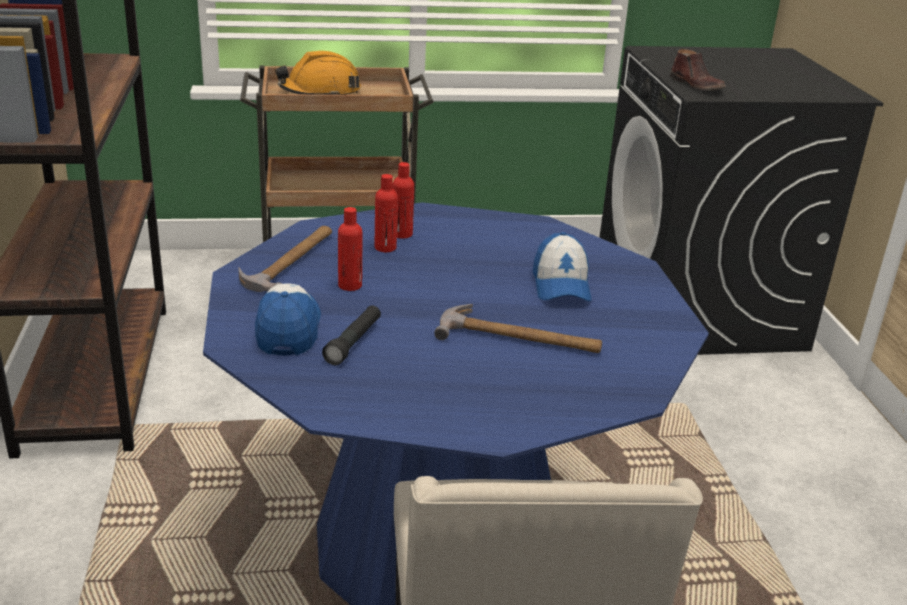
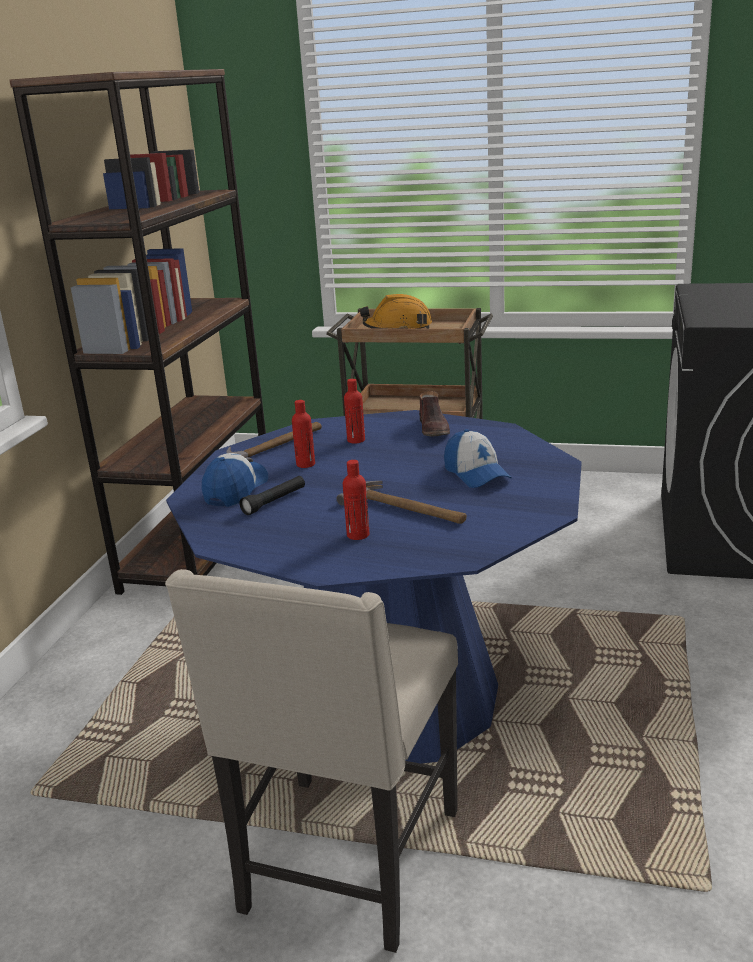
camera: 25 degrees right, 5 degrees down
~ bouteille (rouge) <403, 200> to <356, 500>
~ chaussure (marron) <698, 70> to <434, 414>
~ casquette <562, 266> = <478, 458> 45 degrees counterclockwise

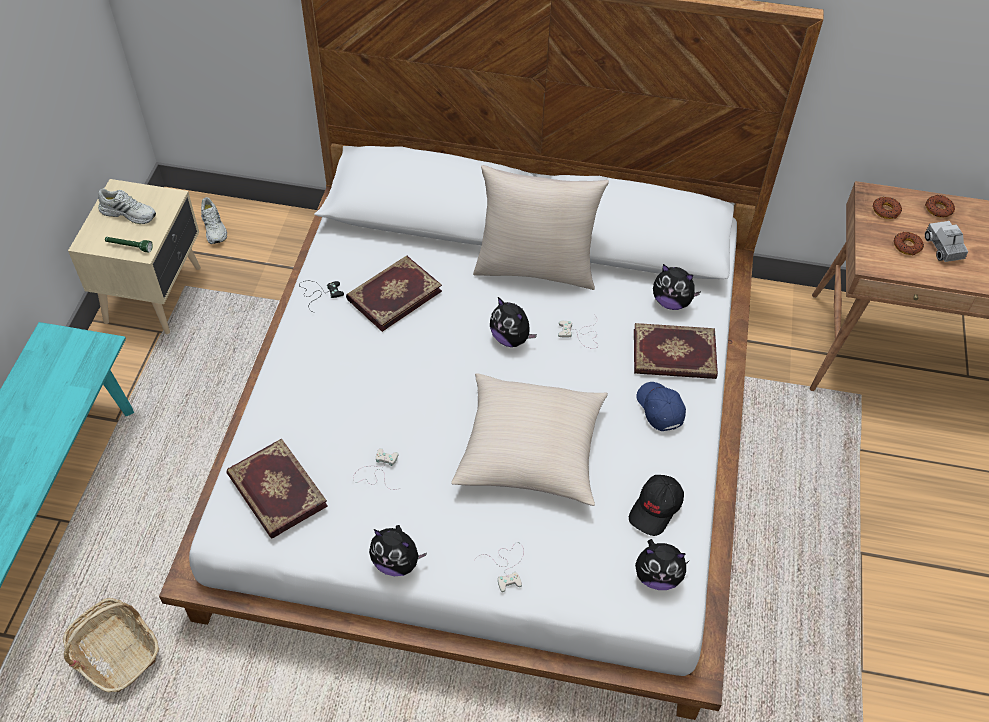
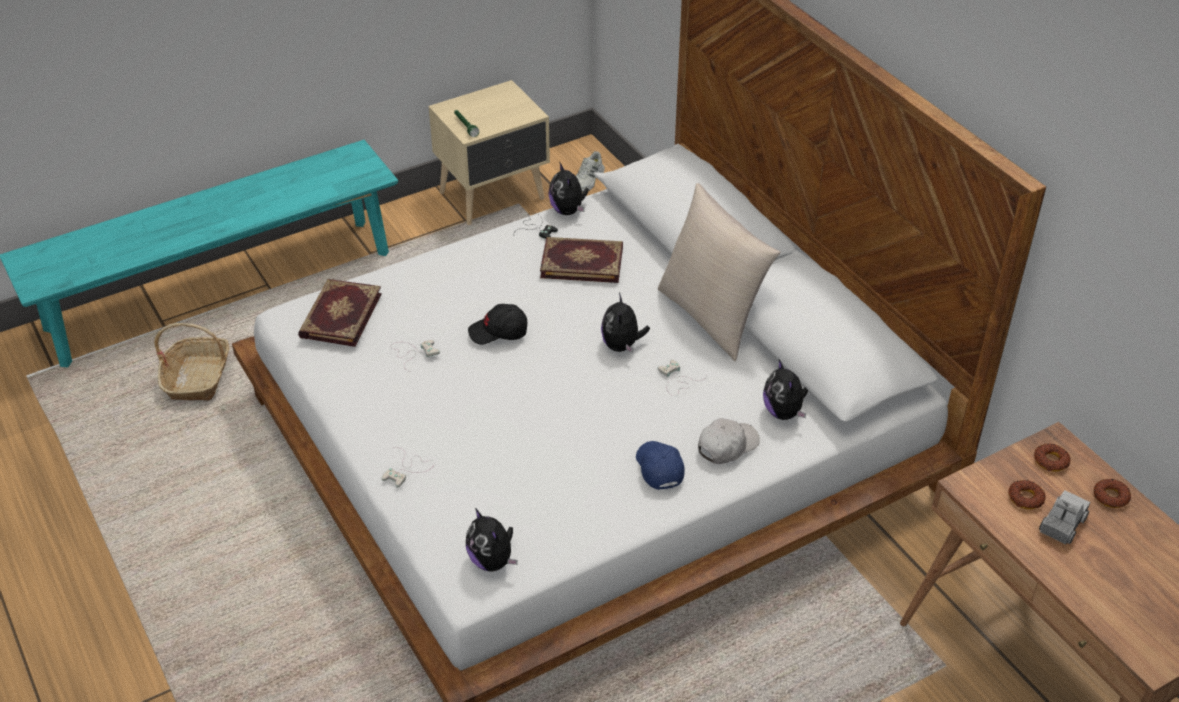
camera: 50 degrees right, 10 degrees down
~ casquette (noir) <656, 505> to <497, 324>
~ peluche <398, 550> to <569, 189>
~ casquette (bleu) <661, 406> = <660, 465> 45 degrees counterclockwise
~ livre <676, 351> to casquette (blanc) <729, 441>
- chaussure (blanc) <127, 206>
- coussin (beige) <529, 439>

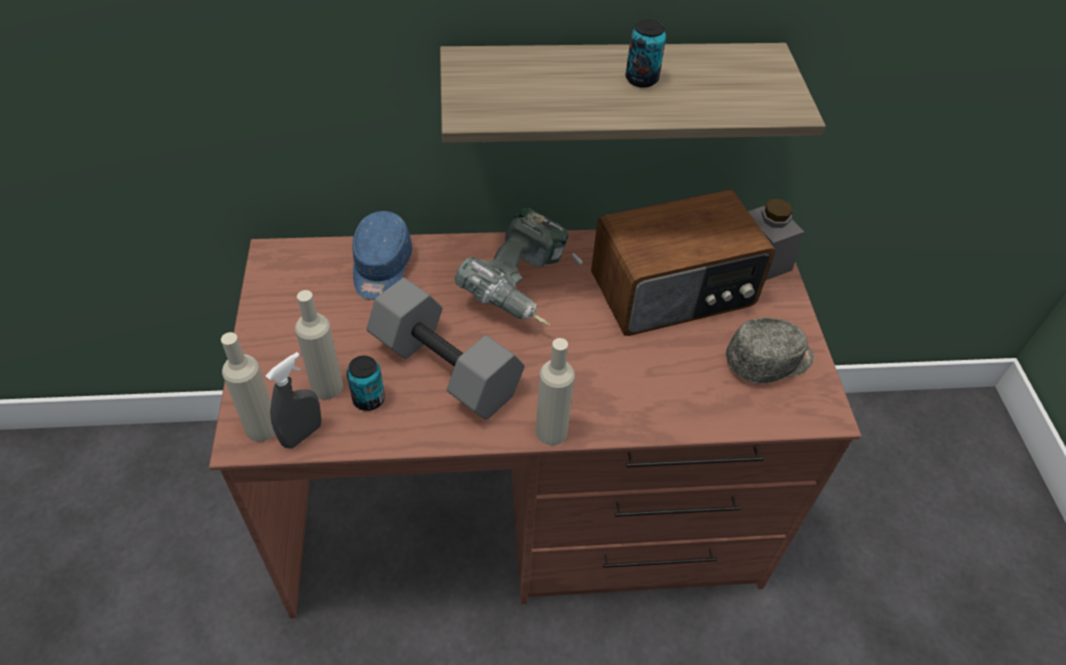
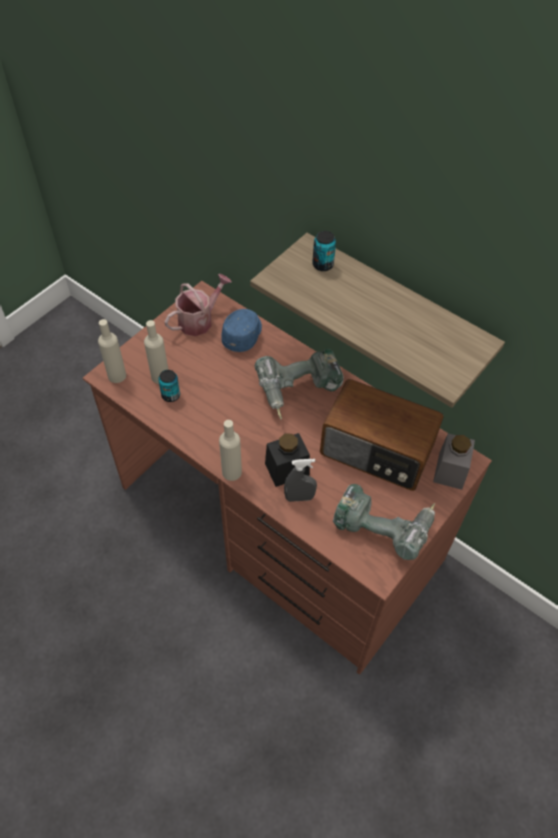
camera: 45 degrees right, 5 degrees up
+ arrosoir <198, 305>
~ casquette (bleu) <382, 255> = <241, 330> 150 degrees clockwise
+ bocal (noir) <287, 460>
~ vaporisateur (gris) <294, 400> to <300, 480>
~ boîte métallique <645, 53> to <324, 251>
~ casquette (gris) <770, 351> to perceuse <384, 522>
- haltère (gris) <446, 349>

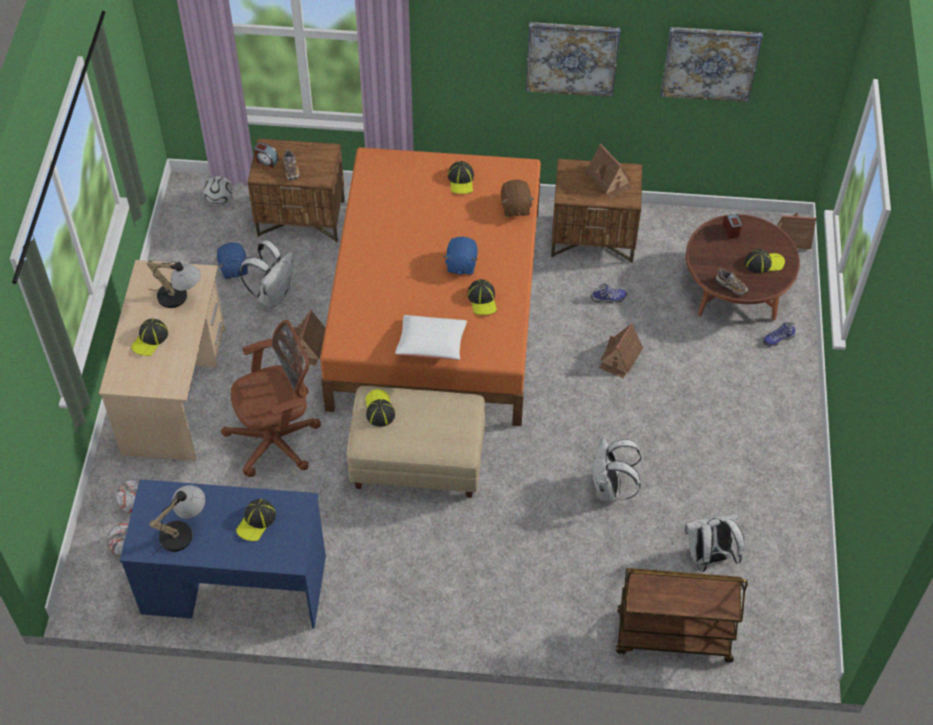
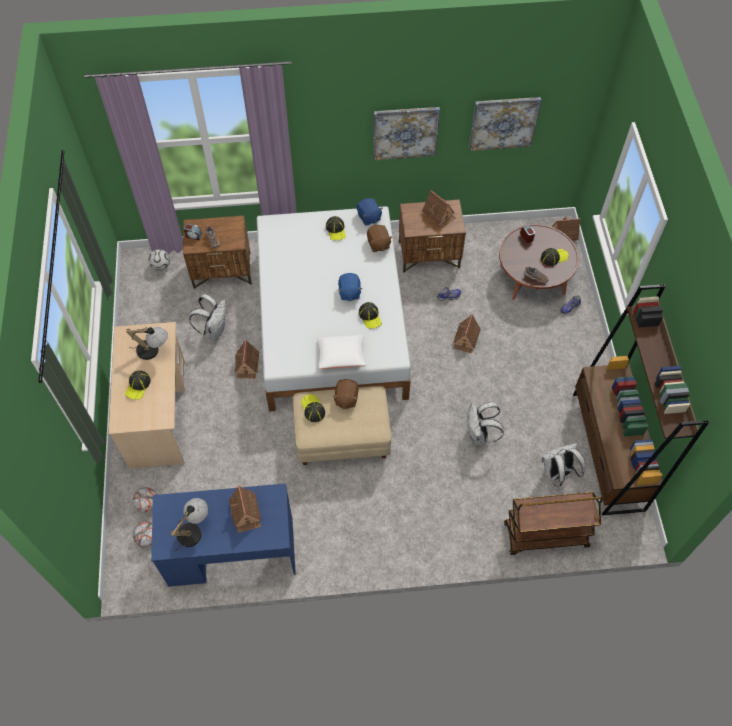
camera: 10 degrees left, 5 degrees up
~ casquette <256, 520> to maison miniature <245, 509>
~ lit (orange) <430, 286> to lit (blanc) <334, 309>
+ peluche (marron) <345, 394>
~ peluche (bleu) <232, 260> to <370, 212>
+ bibliothèque (marron) <641, 400>
- chaise de bureau (marron) <271, 398>

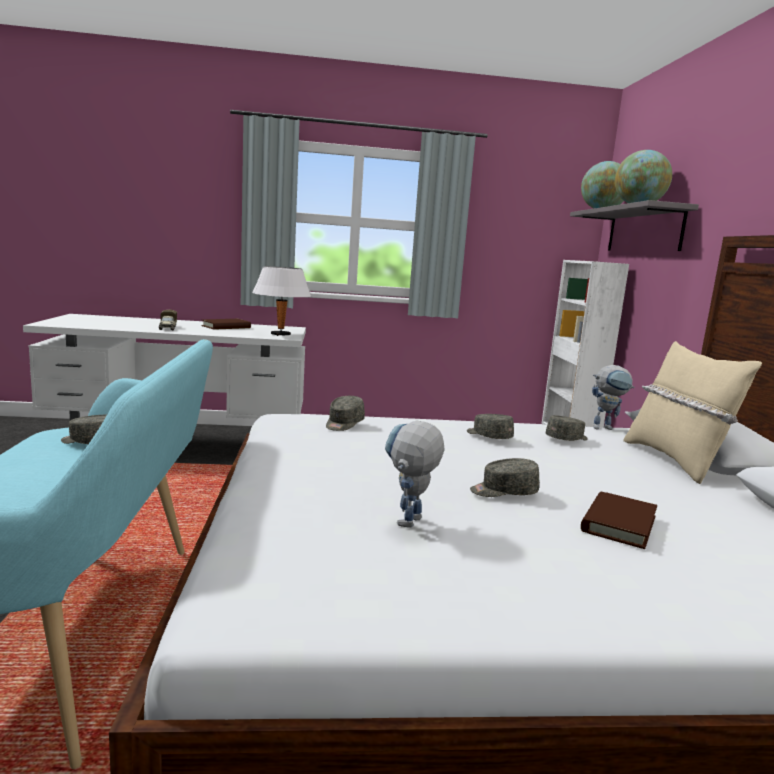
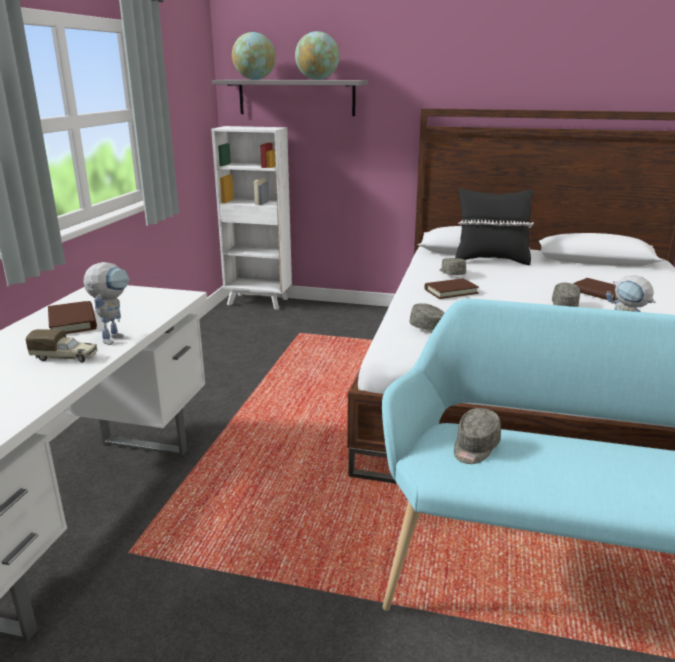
camera: 70 degrees left, 10 degrees up
~ robot jouet <613, 397> to <107, 303>
~ casquette (gris) <490, 426> to livre (marron) <451, 288>
~ coussin (beige) <692, 412> to coussin (noir) <494, 226>
- lampe de table (blanc) <281, 301>

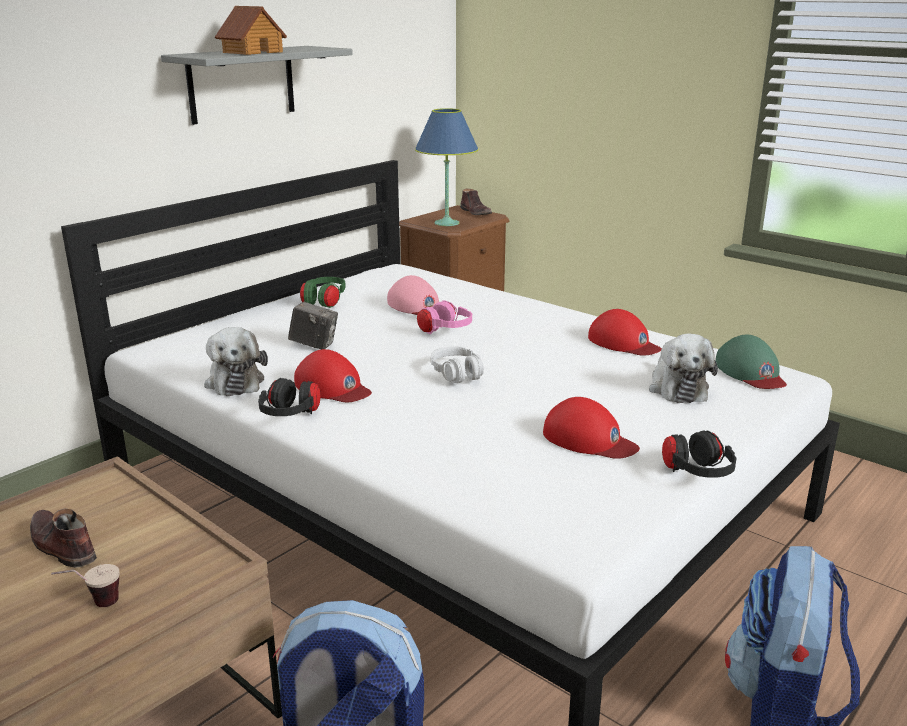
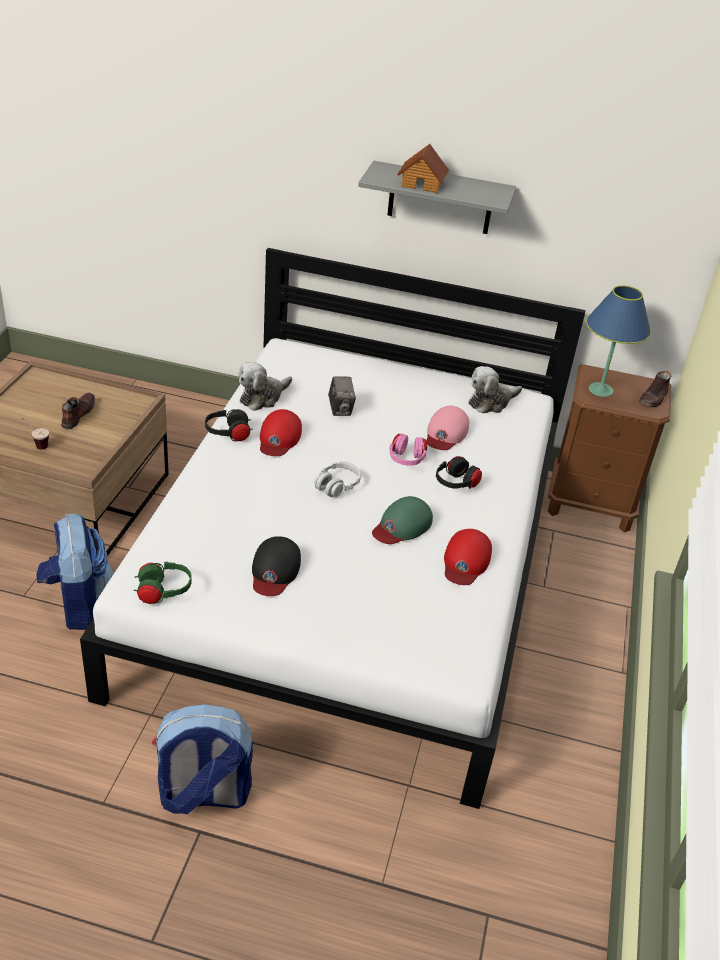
camera: 60 degrees right, 15 degrees up
~ casque audio (vert) <323, 292> to <163, 583>
~ casquette (rouge) <591, 428> to casquette (noir) <276, 566>
~ casquette (vert) <751, 361> to <402, 520>
~ casque audio (noir) <699, 454> to <459, 472>
~ peluche <683, 368> to <495, 389>

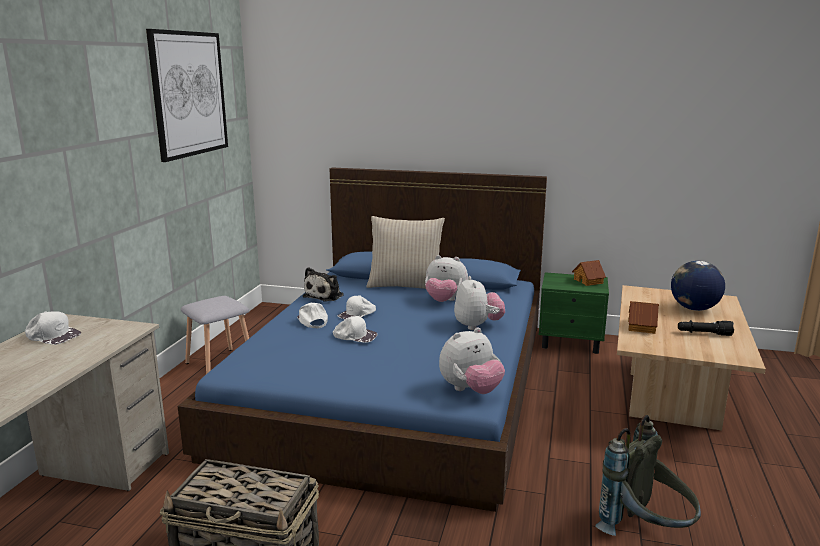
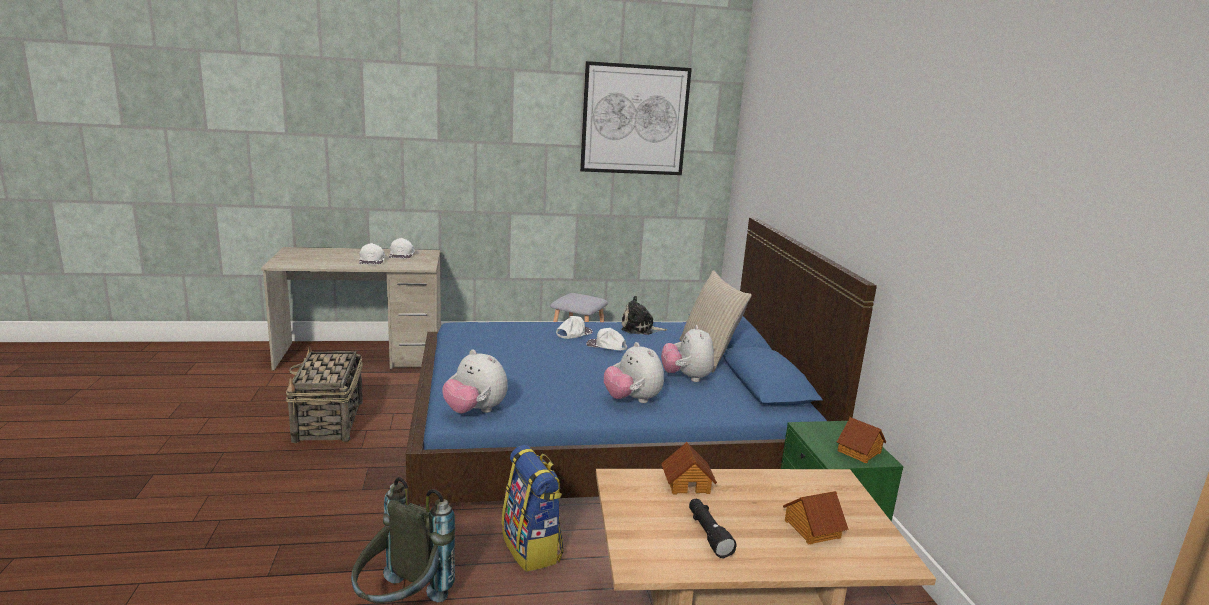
camera: 65 degrees right, 0 degrees up
~ casquette (blanc) <355, 329> to <372, 254>
+ sac à dos <533, 508>
~ peluche <479, 303> = <634, 372> 90 degrees clockwise
~ globe <698, 286> to maison miniature <816, 518>

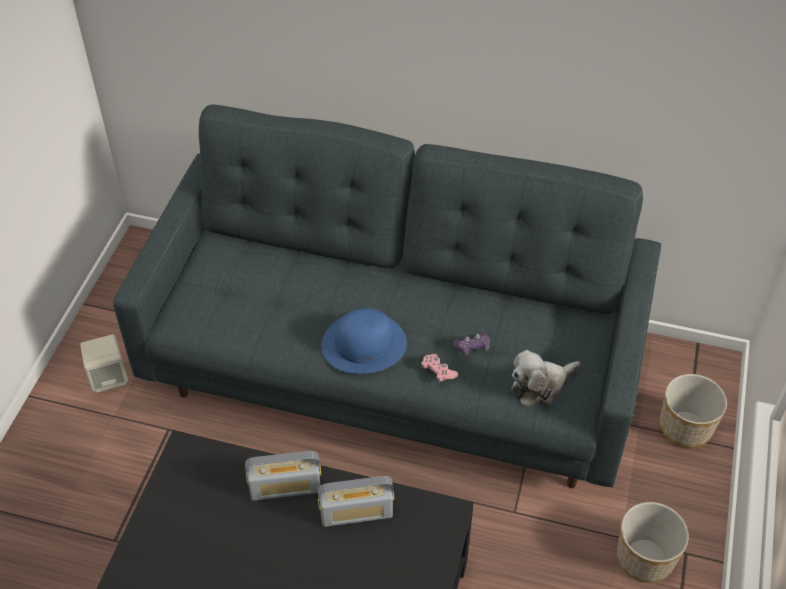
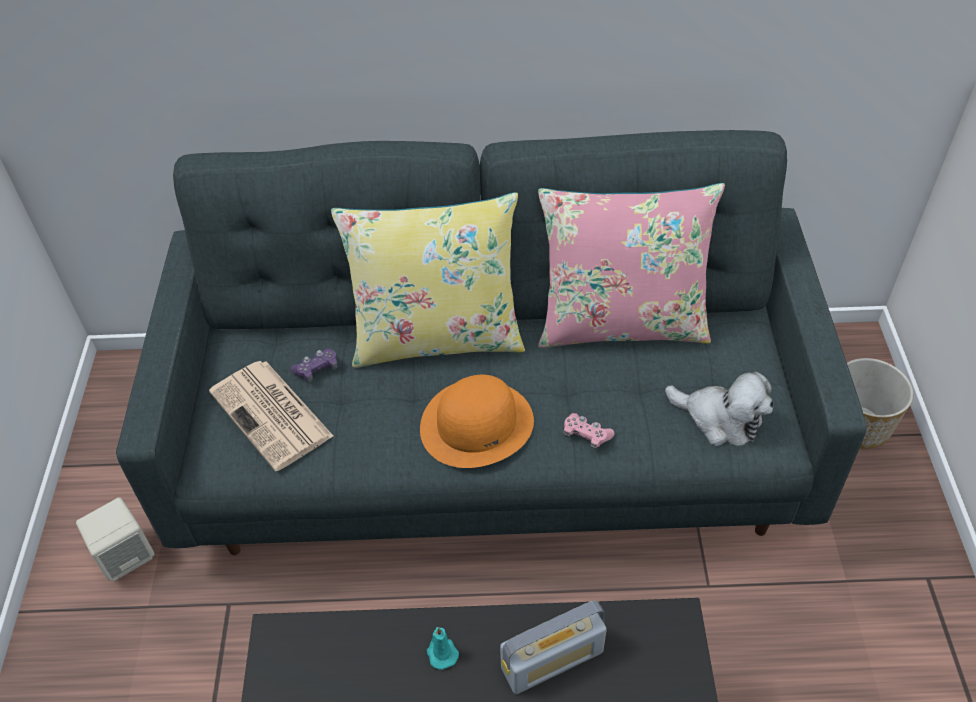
camera: 15 degrees left, 0 degrees up
+ journal <271, 416>
~ manette (violet) <471, 344> to <314, 365>
+ coussin (jaune) <428, 280>
~ chapeau (bleu) <364, 341> to chapeau (orange) <477, 421>
~ radio <283, 476> to bougie (turquoise) <443, 648>
+ coussin (rose) <631, 265>
~ peluche <545, 378> = <719, 409> 105 degrees counterclockwise
- cache-pot <653, 542>

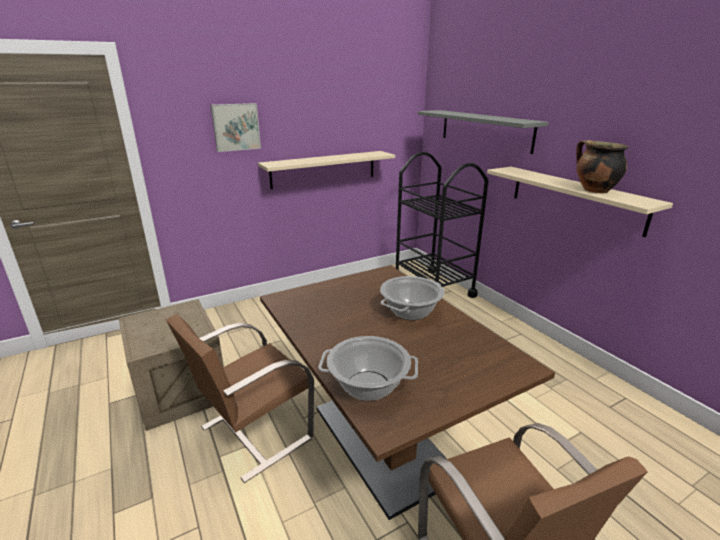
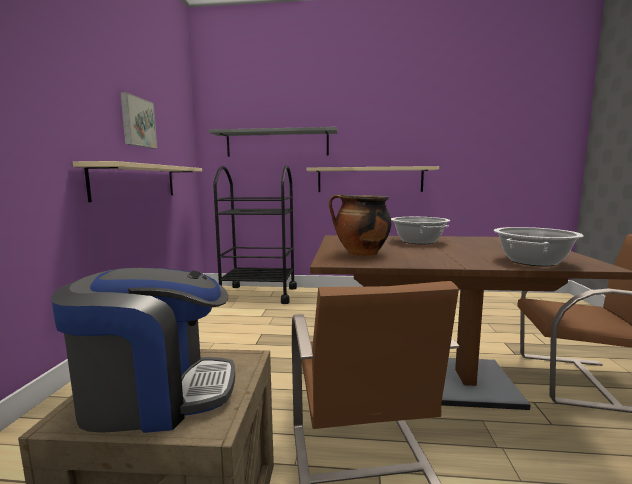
camera: 55 degrees left, 15 degrees down
+ machine à café <143, 350>
~ tableau <236, 127> to <138, 120>
~ marmite <602, 166> to <360, 225>

